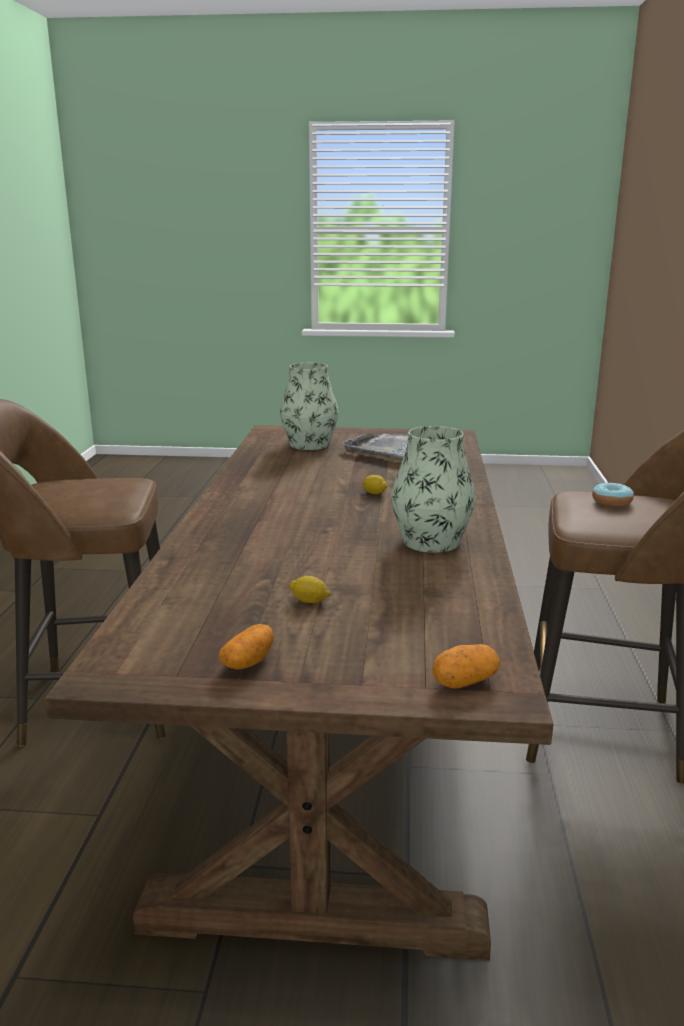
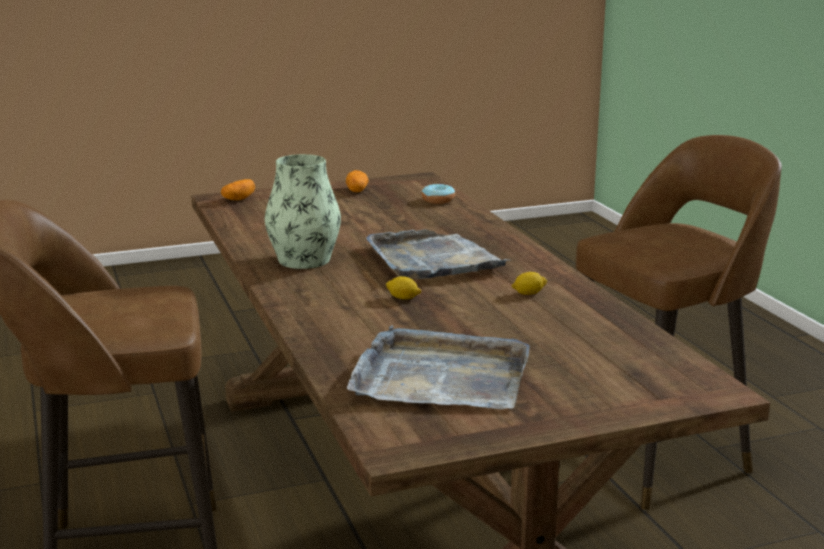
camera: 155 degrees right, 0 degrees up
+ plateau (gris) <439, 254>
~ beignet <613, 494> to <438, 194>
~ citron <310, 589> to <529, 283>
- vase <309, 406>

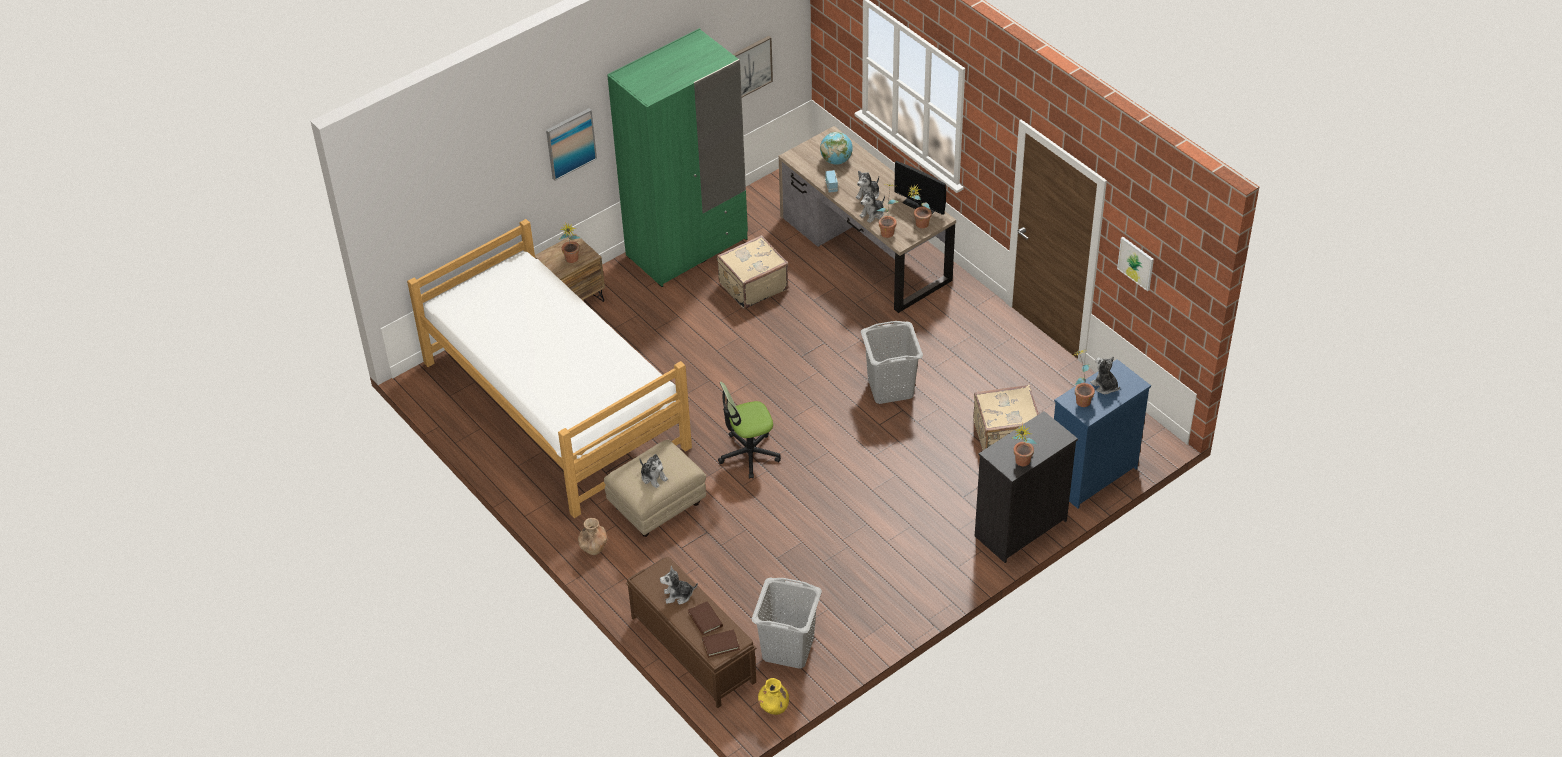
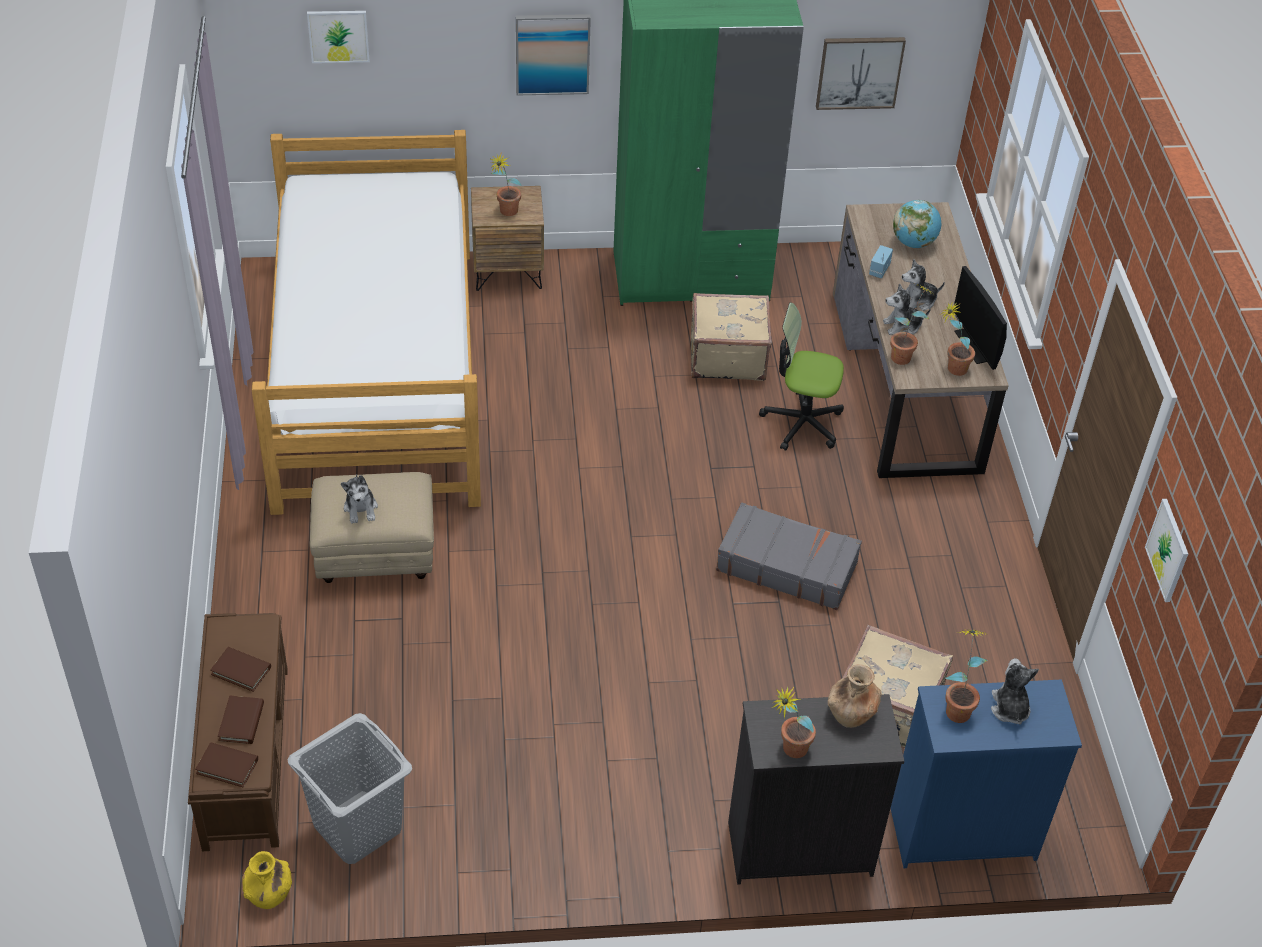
camera: 30 degrees right, 0 degrees up
~ peluche <679, 585> to livre (marron) <240, 669>
+ tableau <338, 37>
~ panier à linge (gris) <892, 362> to valise (gris) <789, 556>
~ chaise de bureau <749, 430> to <801, 376>
~ vase (marron) <592, 536> to <855, 696>

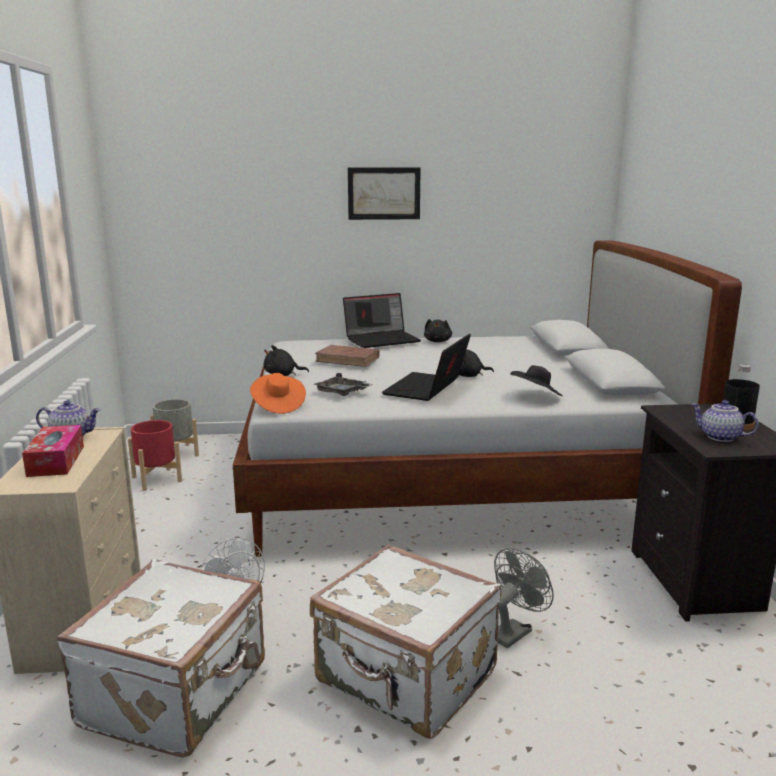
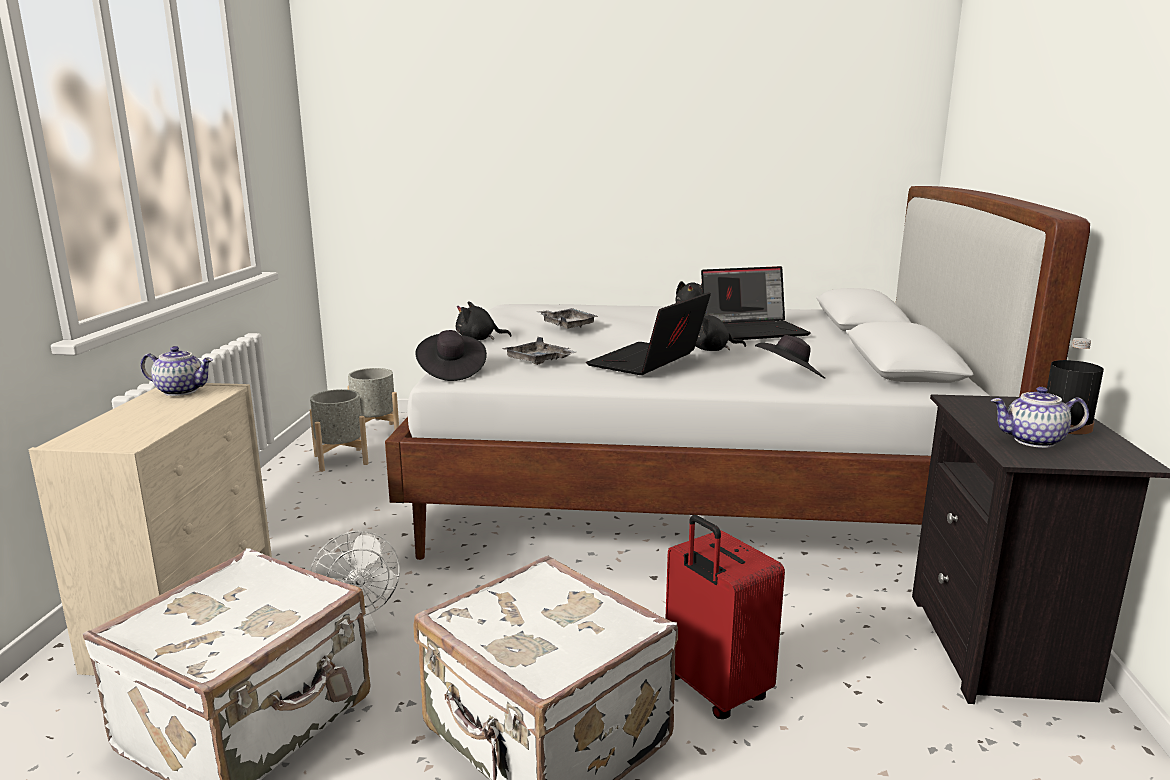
camera: 10 degrees right, 0 degrees up
~ cache-pot (rouge) <155, 455> to cache-pot (gris) <339, 430>
~ chapeau (orange) <278, 393> to chapeau (noir) <451, 355>
~ livre (marron) <347, 356> to plateau (gris) <568, 318>
~ ventilateur (gris) <524, 598> to valise (rouge) <725, 617>
~ ordinateur portable <382, 320> to <756, 303>
~ théière <725, 421> = <1040, 417> 45 degrees counterclockwise
- boîte à mouchoirs <53, 451>
- tableau <384, 193>

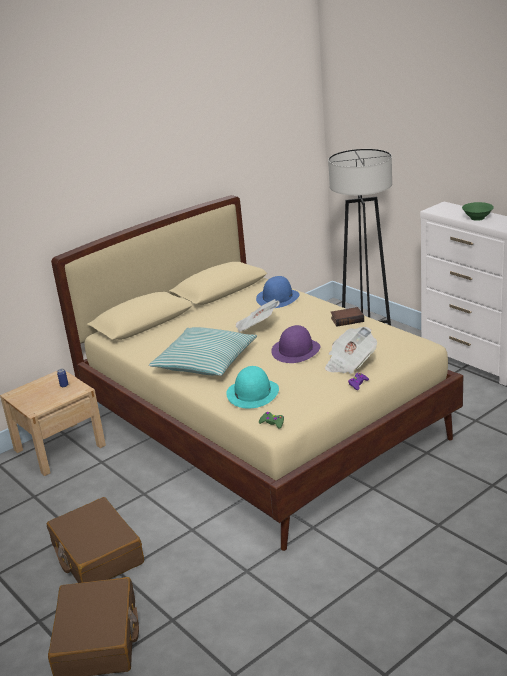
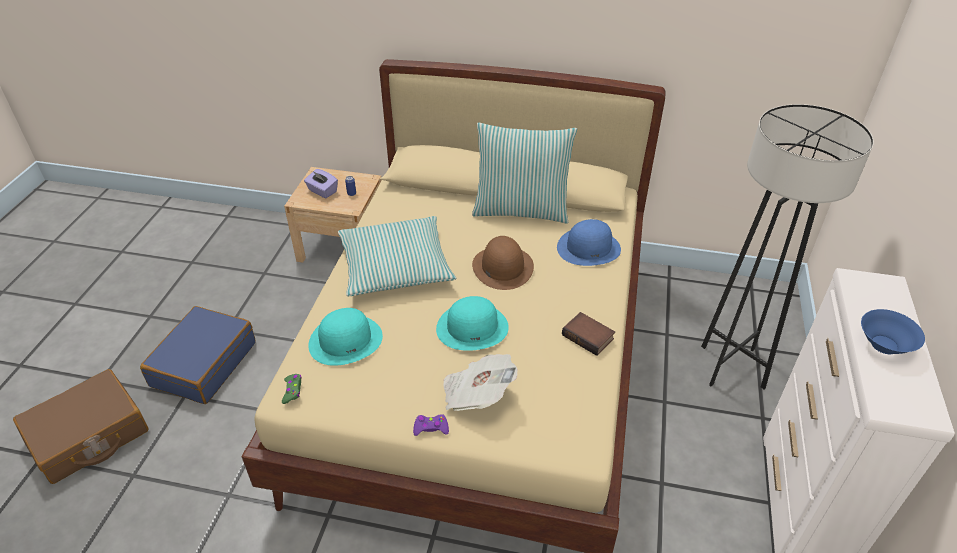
camera: 50 degrees right, 15 degrees up
~ valise (marron) <95, 540> to valise (bleu) <198, 355>
+ boîte à mouchoirs (violet) <321, 183>
~ chapeau (violet) <295, 344> to chapeau (turquoise) <472, 323>
+ coussin <524, 173>
~ journal <257, 316> to chapeau (marron) <503, 263>
~ bol (vert) <478, 211> to bol (bleu) <893, 331>

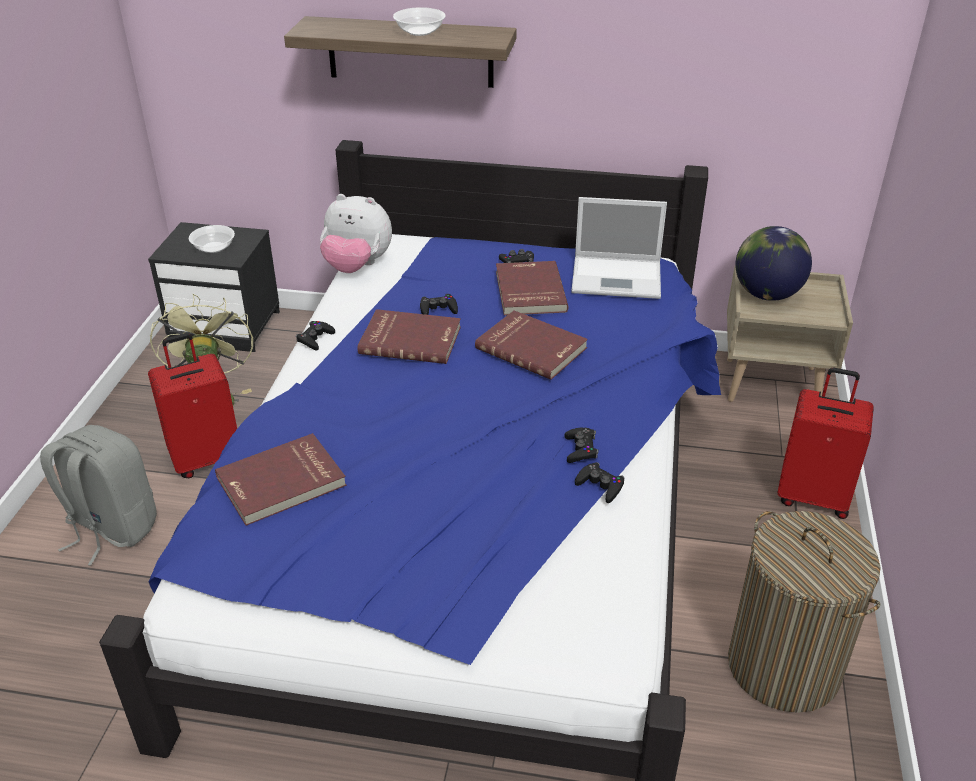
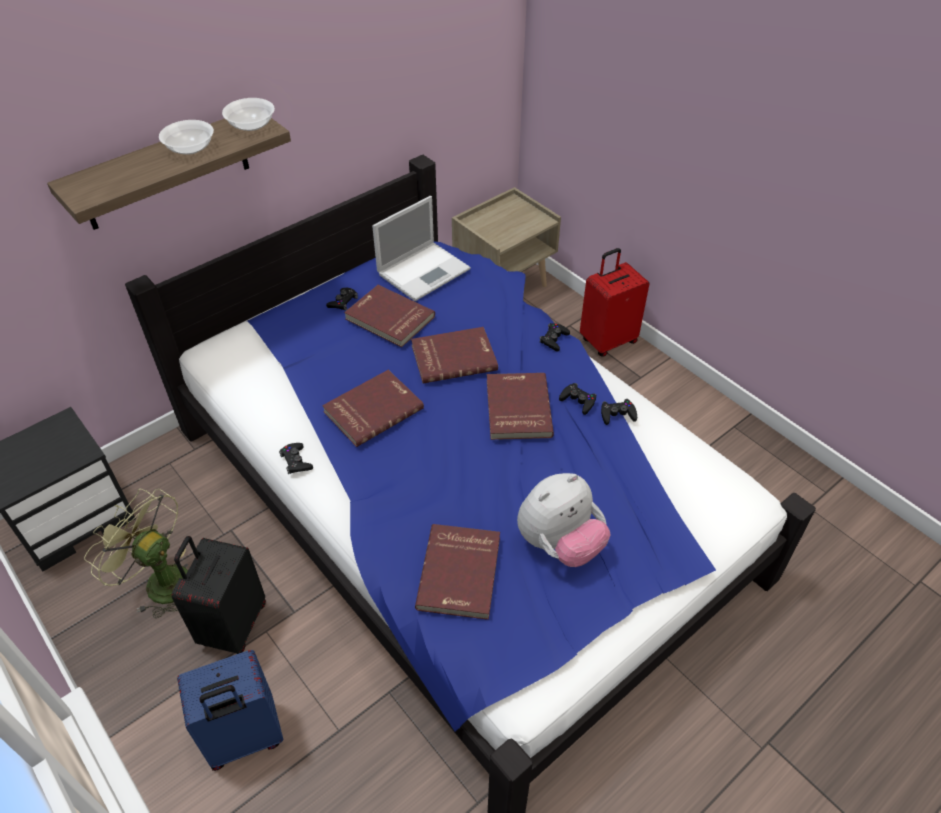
camera: 50 degrees left, 10 degrees up
~ valise (rouge) <192, 405> to valise (noir) <219, 595>
~ sac à dos (gris) <98, 495> to valise (bleu) <230, 710>
~ bol <212, 239> to <248, 114>
+ livre (rouge) <520, 406>
~ peluche <356, 233> to <564, 520>
~ manette (noir) <439, 304> to <555, 337>
- panier à linge <804, 612>
- globe <773, 263>

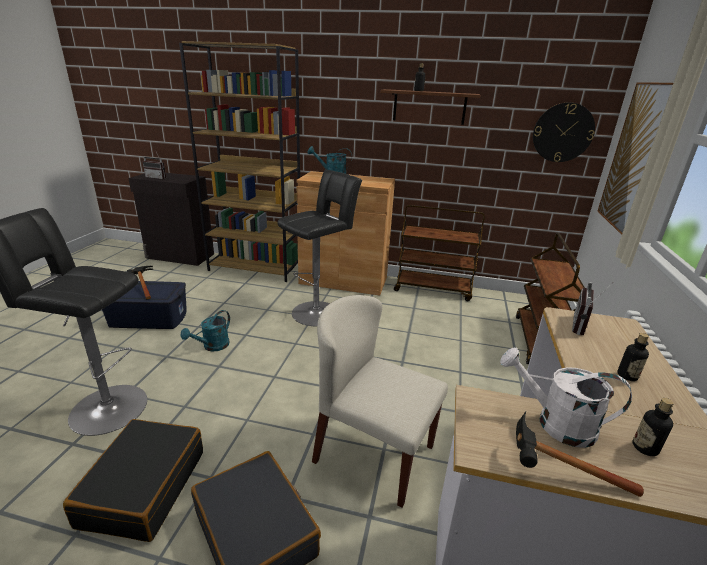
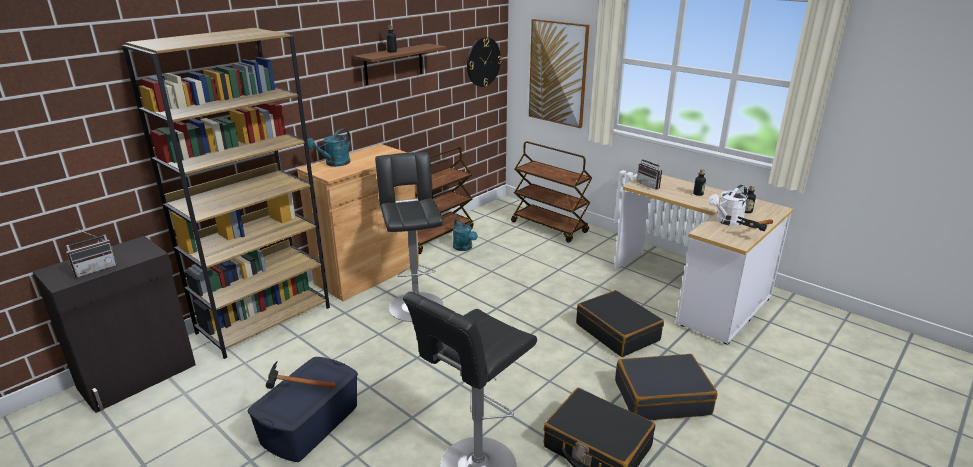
camera: 60 degrees left, 0 degrees up
~ arrosoir (turquoise) <205, 330> to <465, 235>
~ chaise (beige) <380, 401> to valise (noir) <620, 323>

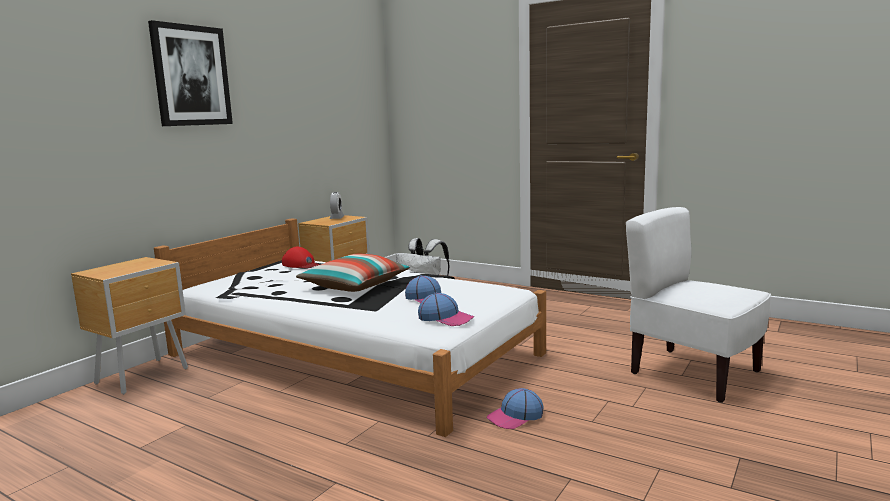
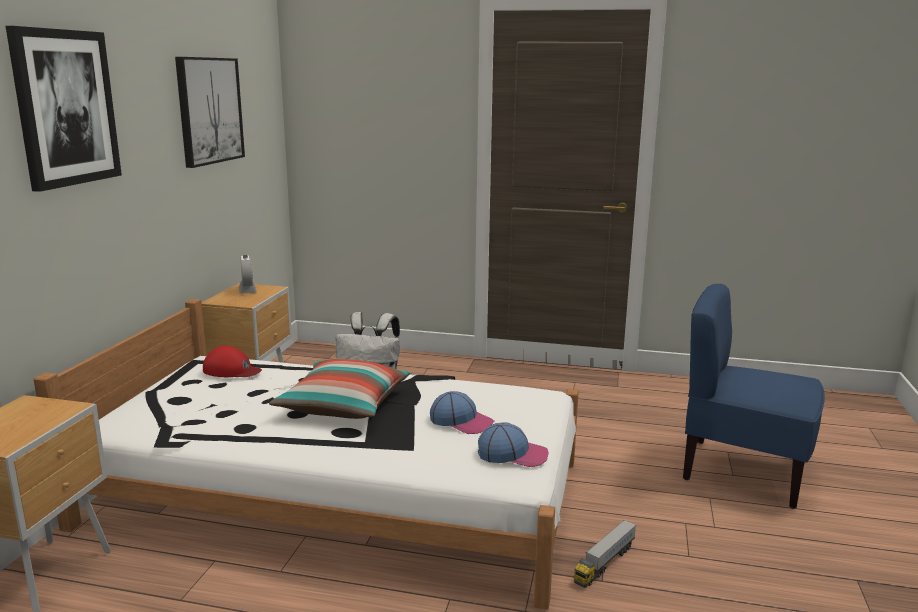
camera: 20 degrees left, 5 degrees up
+ tableau <210, 112>
~ casquette <515, 408> to camion jouet <605, 554>
~ chaise (blanc) <698, 305> to chaise (bleu) <754, 396>

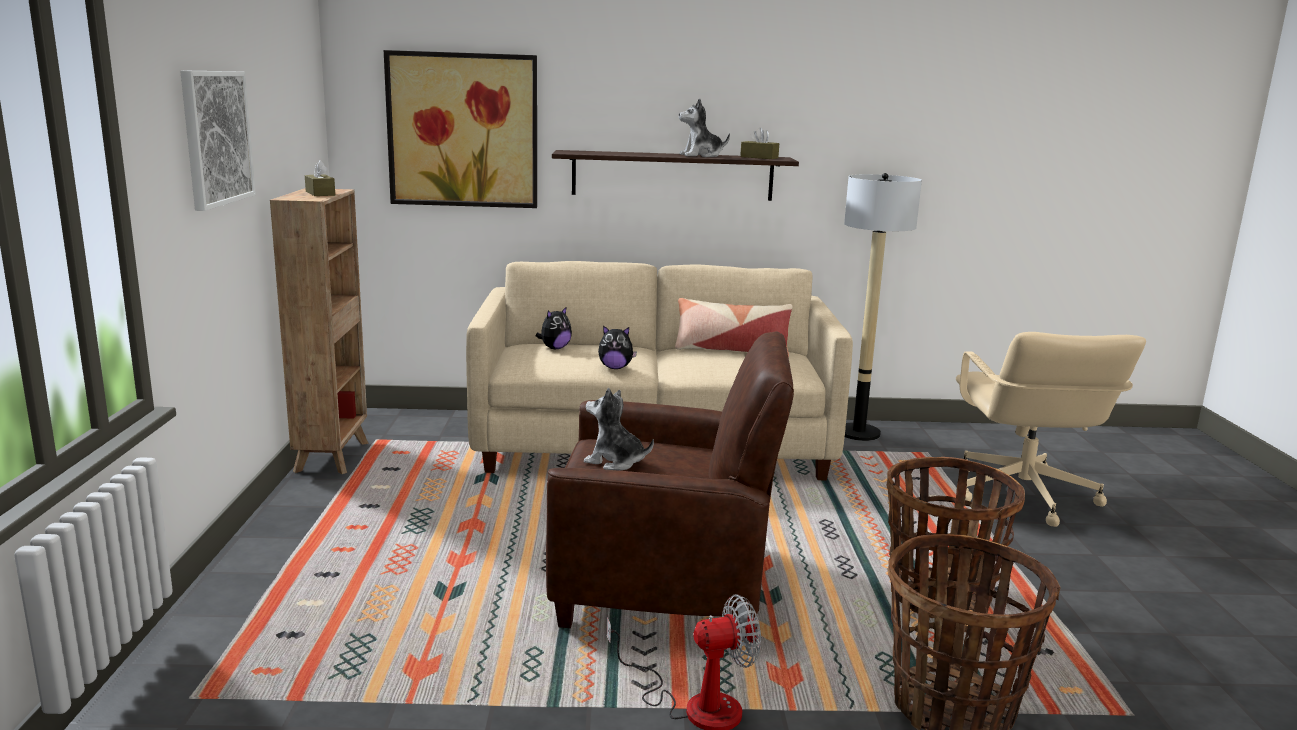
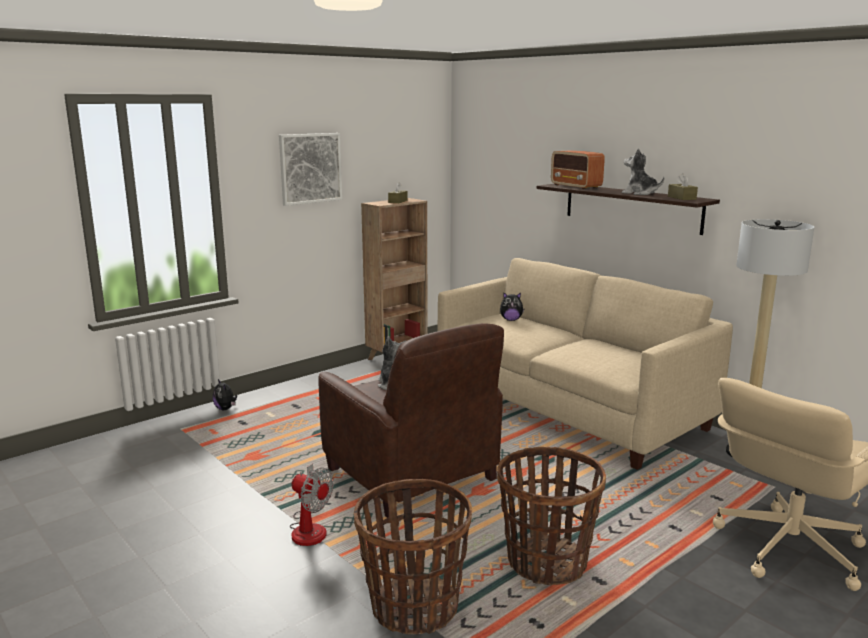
camera: 50 degrees right, 0 degrees up
~ peluche <617, 347> to <225, 394>
+ radio <578, 170>
- tableau <460, 129>
- coussin <733, 328>

